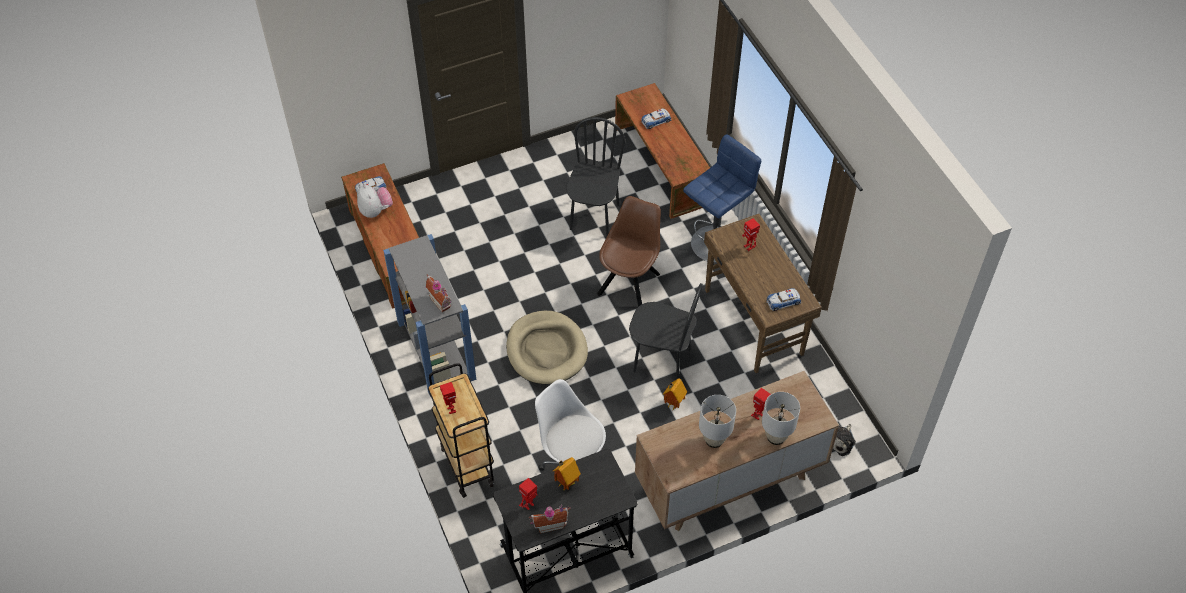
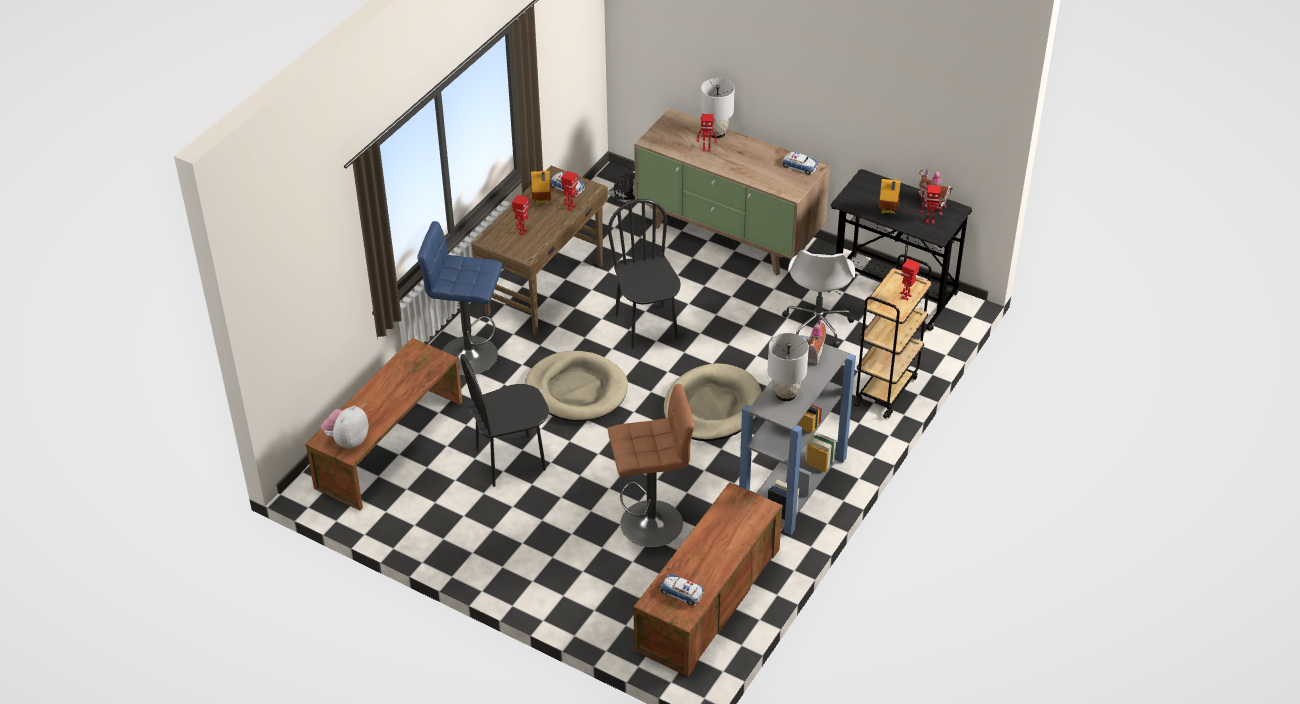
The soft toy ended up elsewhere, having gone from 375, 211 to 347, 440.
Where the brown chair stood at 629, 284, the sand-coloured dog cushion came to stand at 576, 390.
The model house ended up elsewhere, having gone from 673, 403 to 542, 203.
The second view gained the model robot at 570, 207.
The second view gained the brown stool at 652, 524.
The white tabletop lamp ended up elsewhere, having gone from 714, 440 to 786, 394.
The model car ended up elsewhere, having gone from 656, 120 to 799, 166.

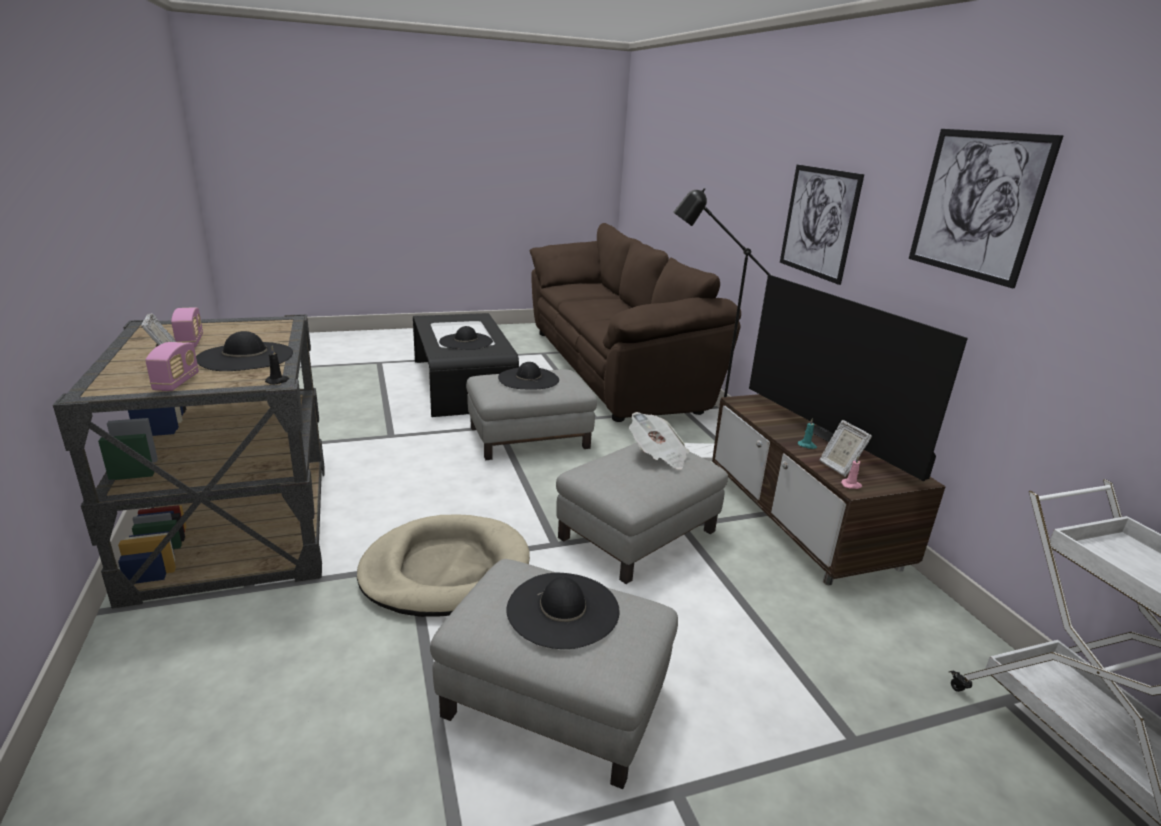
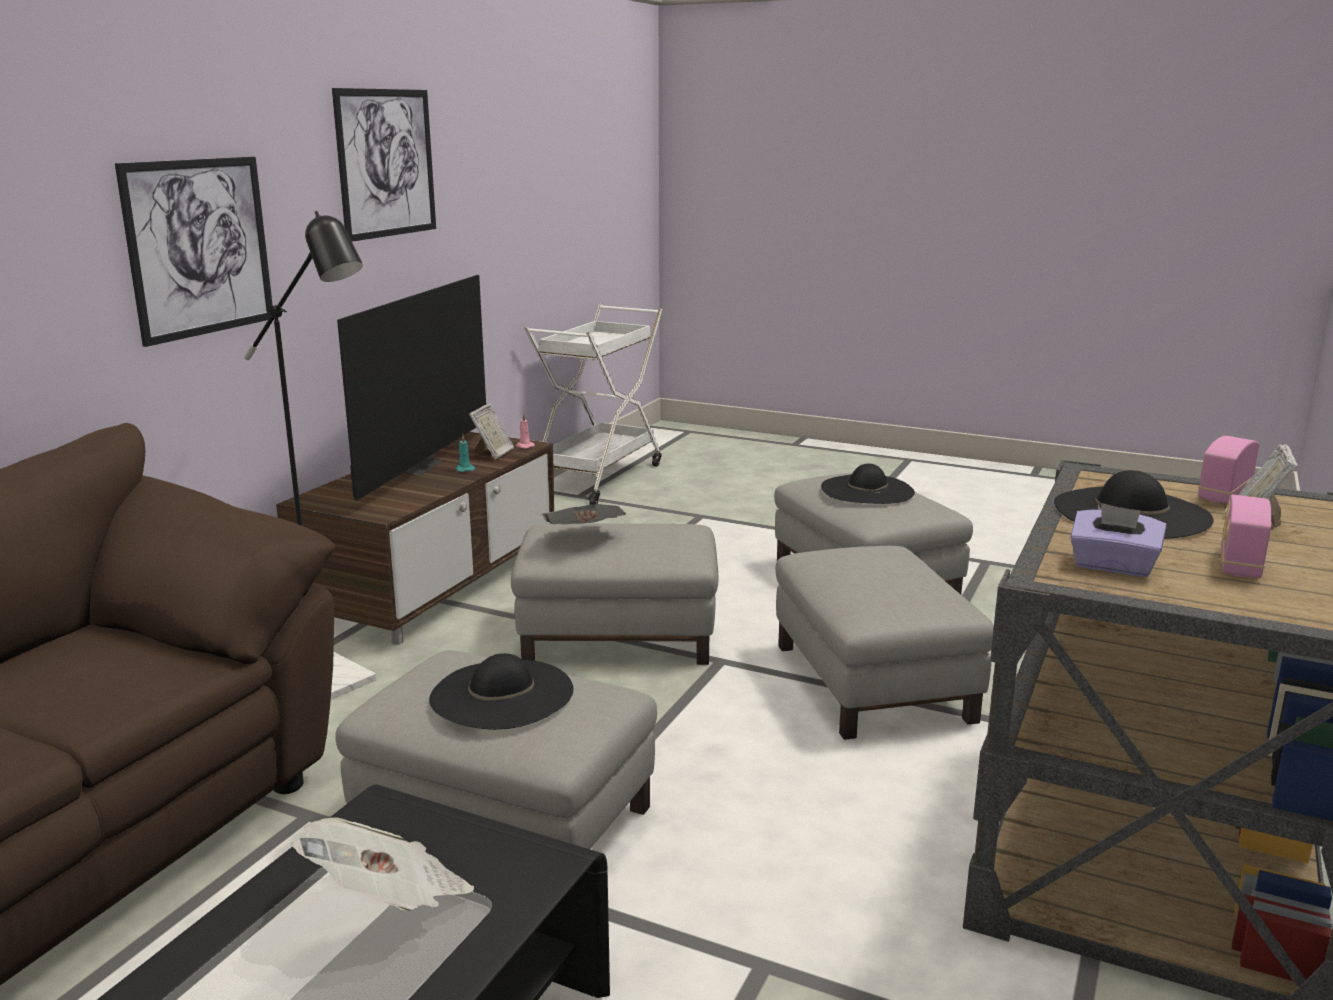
Where the black wearable hat stood at 466, 341, the printed paper came to stand at 389, 900.
Where the sand-coloured dog cushion stood at 445, 570, the gray footrest came to stand at 873, 682.
The second view gained the purplish box of tissues at 1113, 566.
The second view lost the black wax light at 277, 381.

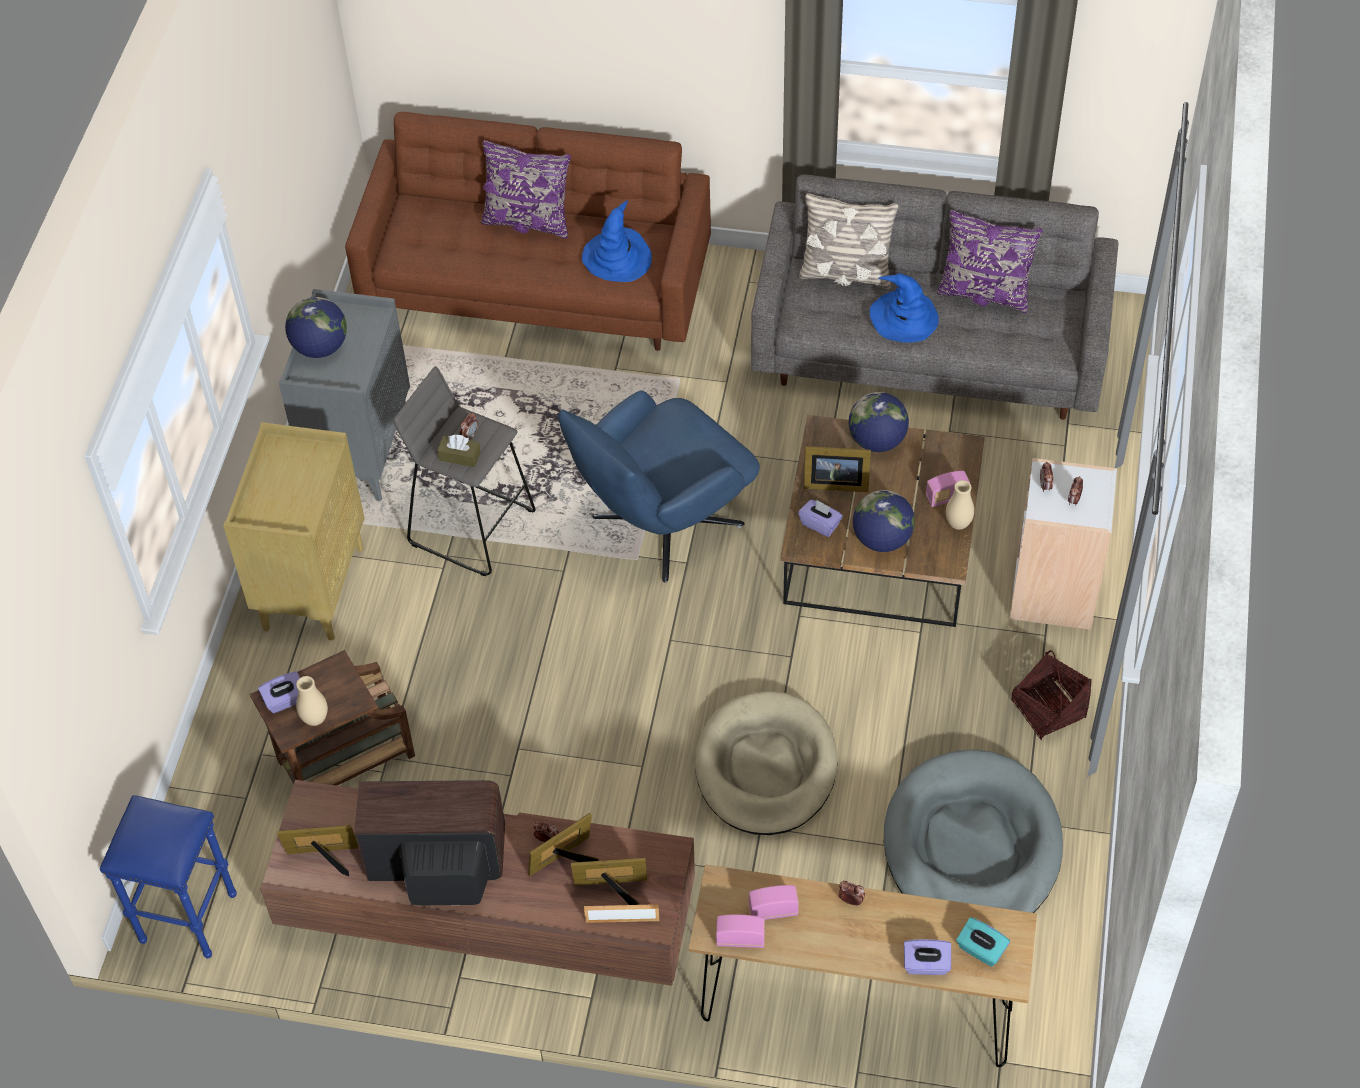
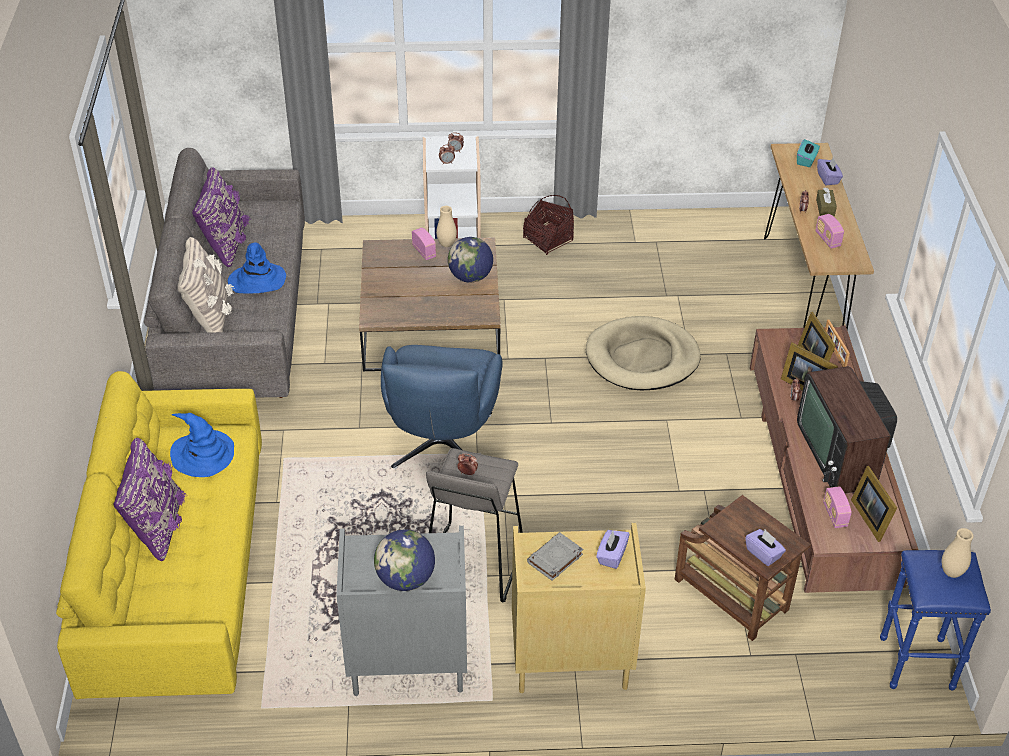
What was the brown couch at 538, 286 turned into the yellow-coloured couch at 178, 575.
The bluish armchair at 664, 524 ended up facing another way, 60 degrees clockwise from before.
The second view gained the gray bound book at 555, 559.
The purplish box of tissues ended up elsewhere, having gone from 820, 524 to 611, 556.
The brown box of tissues ended up elsewhere, having gone from 459, 456 to 825, 207.
The radio receiver ended up elsewhere, having gone from 740, 939 to 835, 515.
The sand-coloured vase ended up elsewhere, having gone from 315, 719 to 951, 572.
The second view lost the standing frame at 834, 482.
The second view lost the globe at 877, 441.
The second view lost the gray dog cushion at 972, 846.

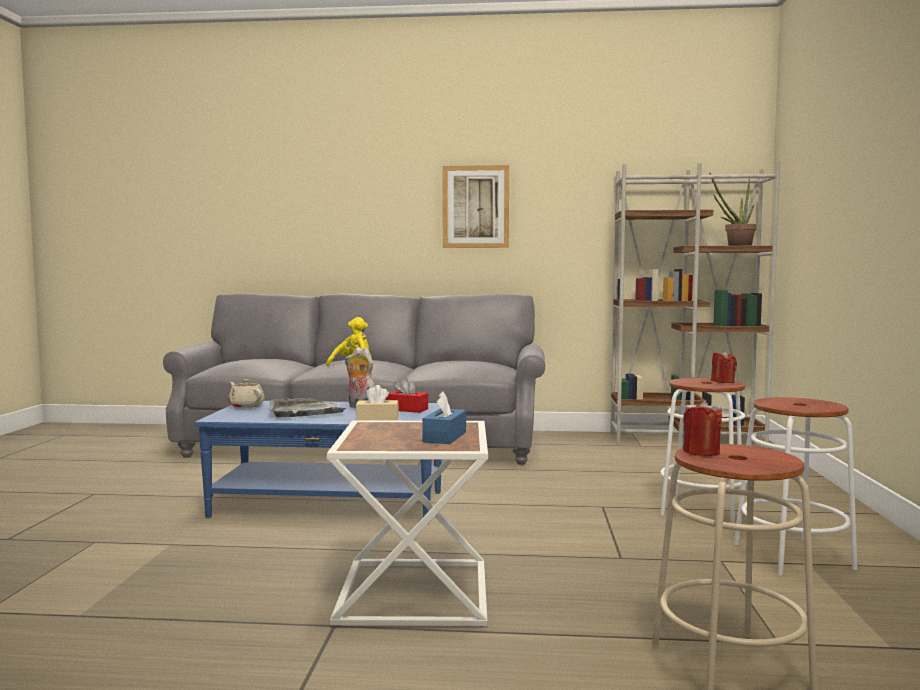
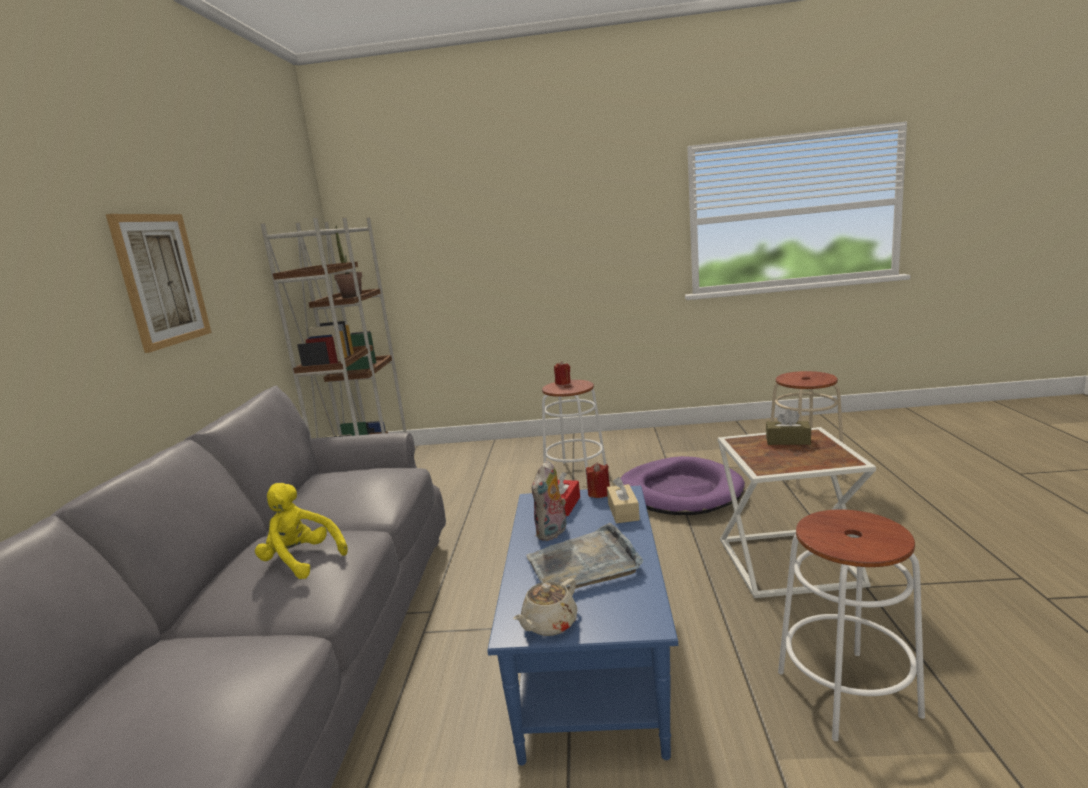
The red-coloured wax light ended up elsewhere, having gone from 701, 452 to 599, 493.
The second view gained the purplish dog cushion at 680, 491.
What was the bluish box of tissues at 444, 437 turned into the brown box of tissues at 788, 441.
The white stool ended up elsewhere, having gone from 792, 556 to 847, 693.

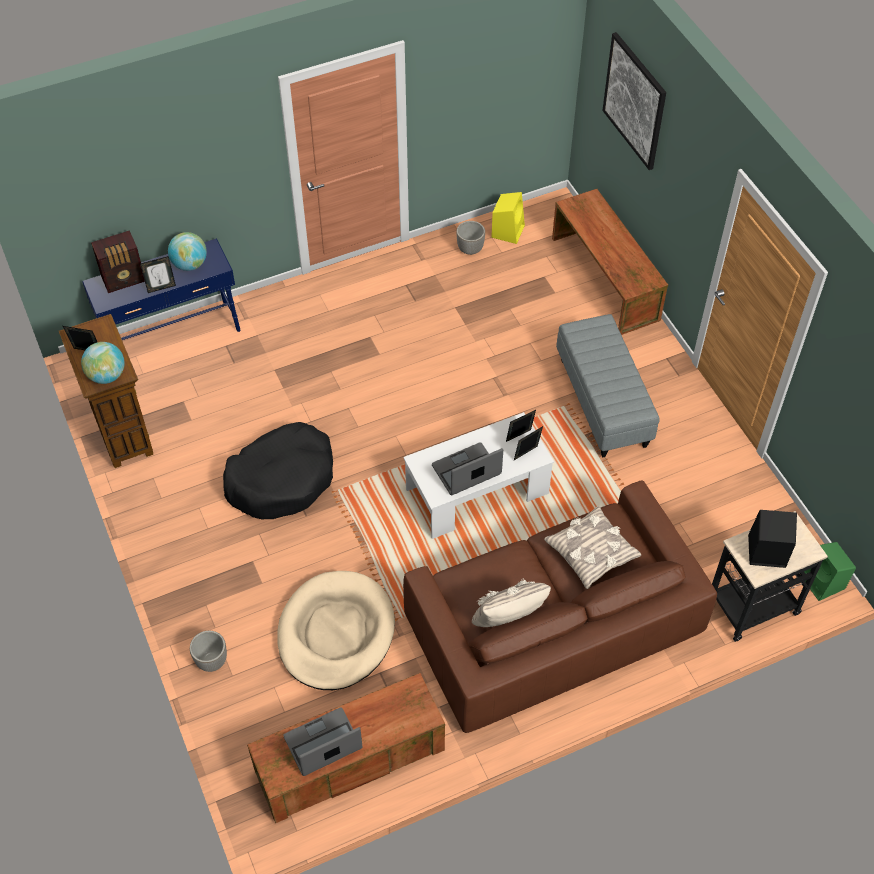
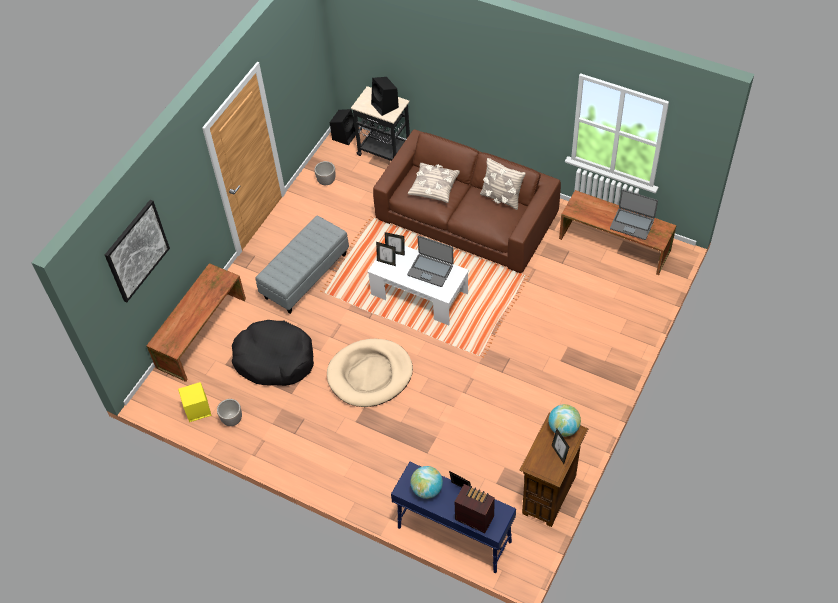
The black dog cushion ended up elsewhere, having gone from 281, 479 to 274, 359.
The plant pot ended up elsewhere, having gone from 212, 661 to 326, 181.
The sand-coloured dog cushion ended up elsewhere, having gone from 336, 633 to 370, 374.
What was the green-coloured audio speaker at 823, 583 turned into the black audio speaker at 344, 135.

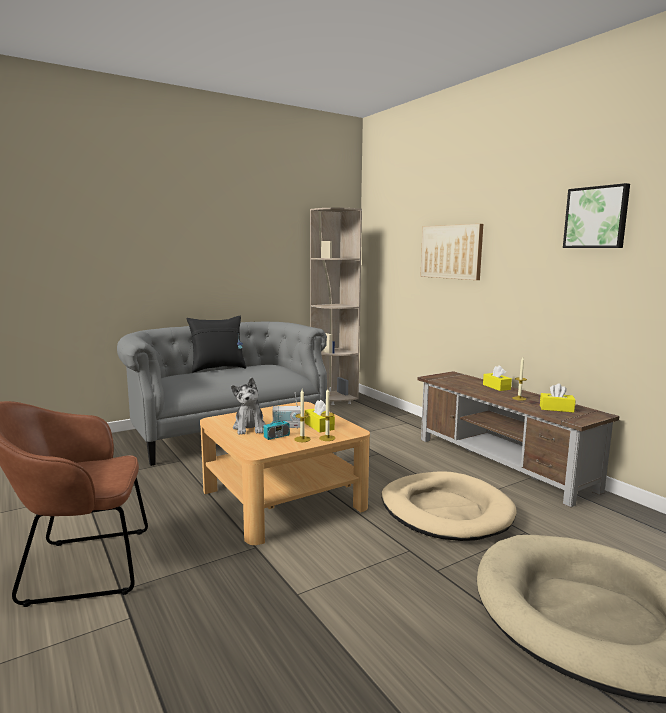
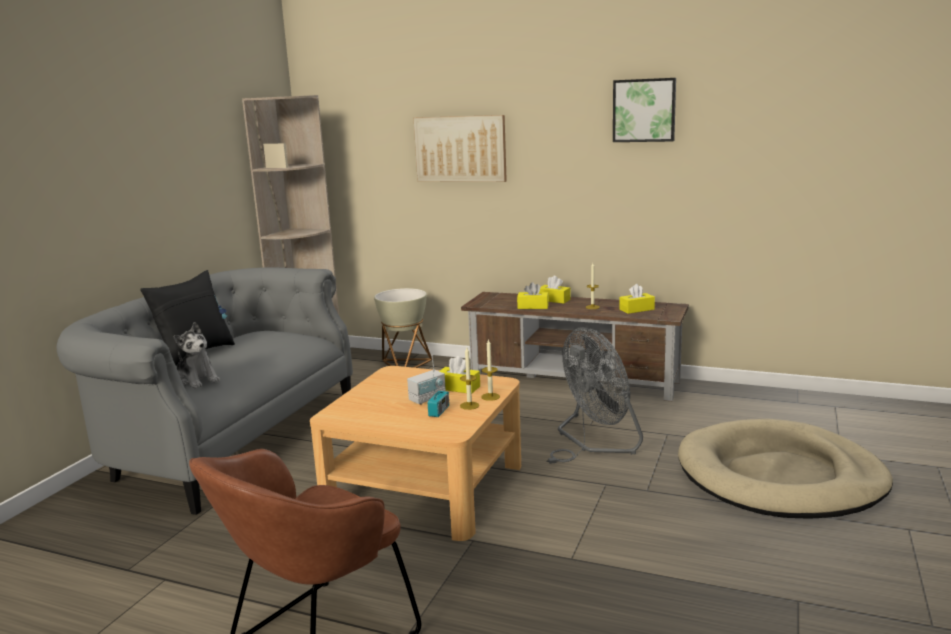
The soft toy ended up elsewhere, having gone from 249, 428 to 197, 380.
The second view gained the plant pot at 405, 365.
The second view gained the yellow-coloured box of tissues at 533, 306.
Where the sand-coloured dog cushion stood at 445, 510, the gray electric fan came to stand at 587, 440.

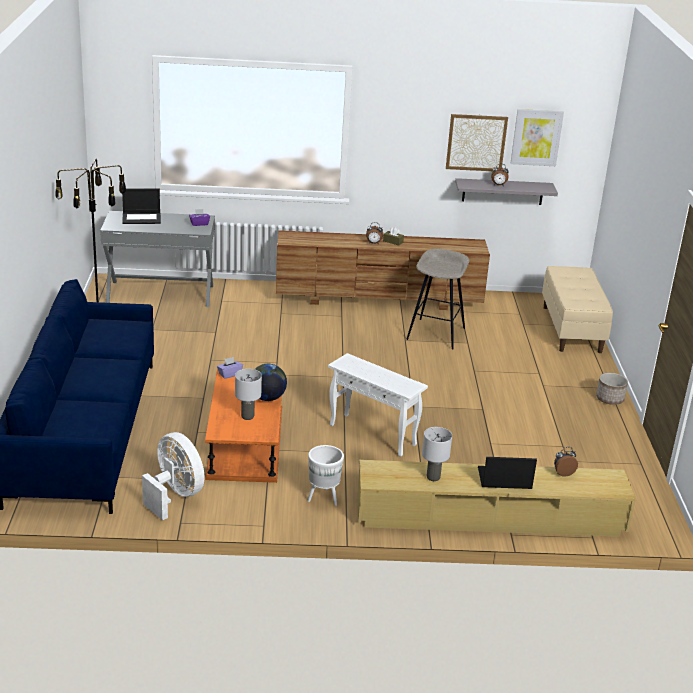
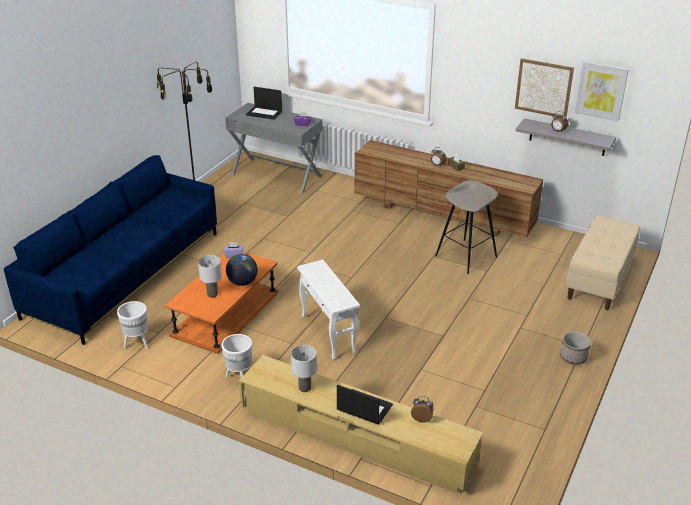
Where the white electric fan stood at 175, 496, the white plant pot came to stand at 137, 343.

